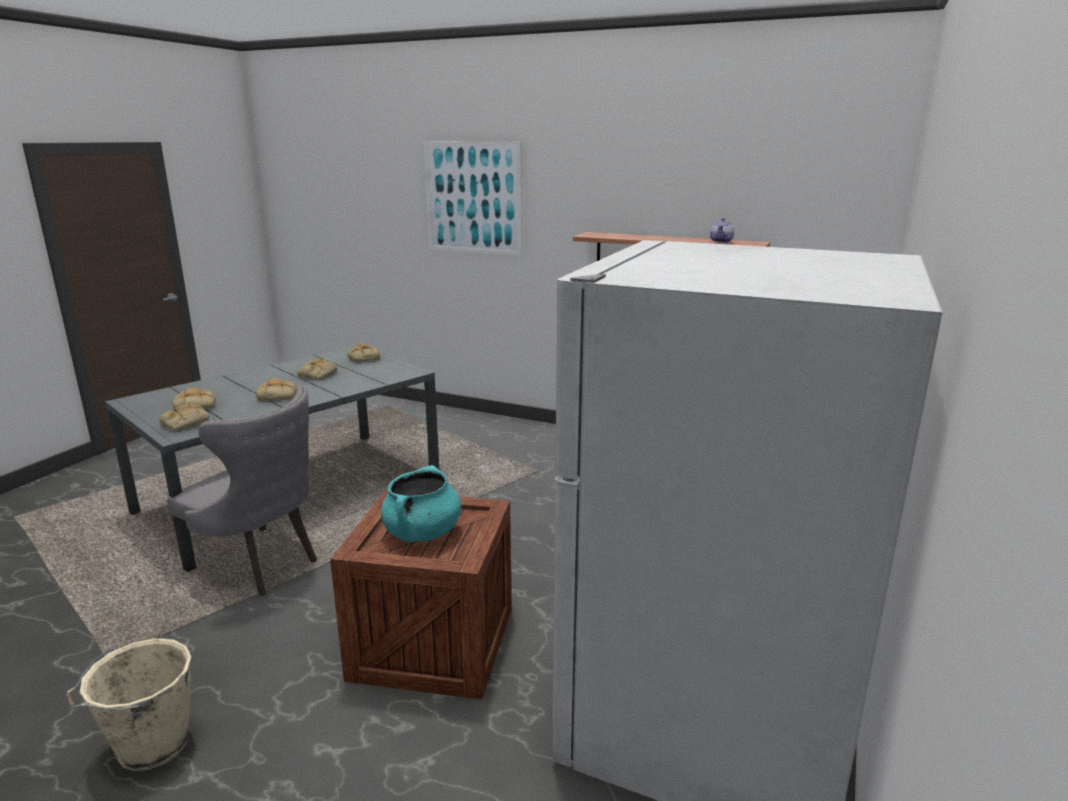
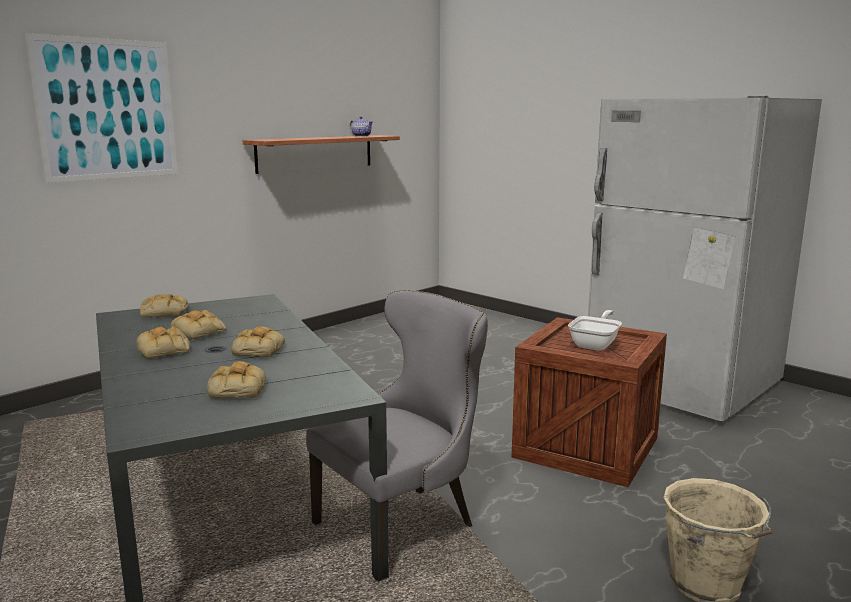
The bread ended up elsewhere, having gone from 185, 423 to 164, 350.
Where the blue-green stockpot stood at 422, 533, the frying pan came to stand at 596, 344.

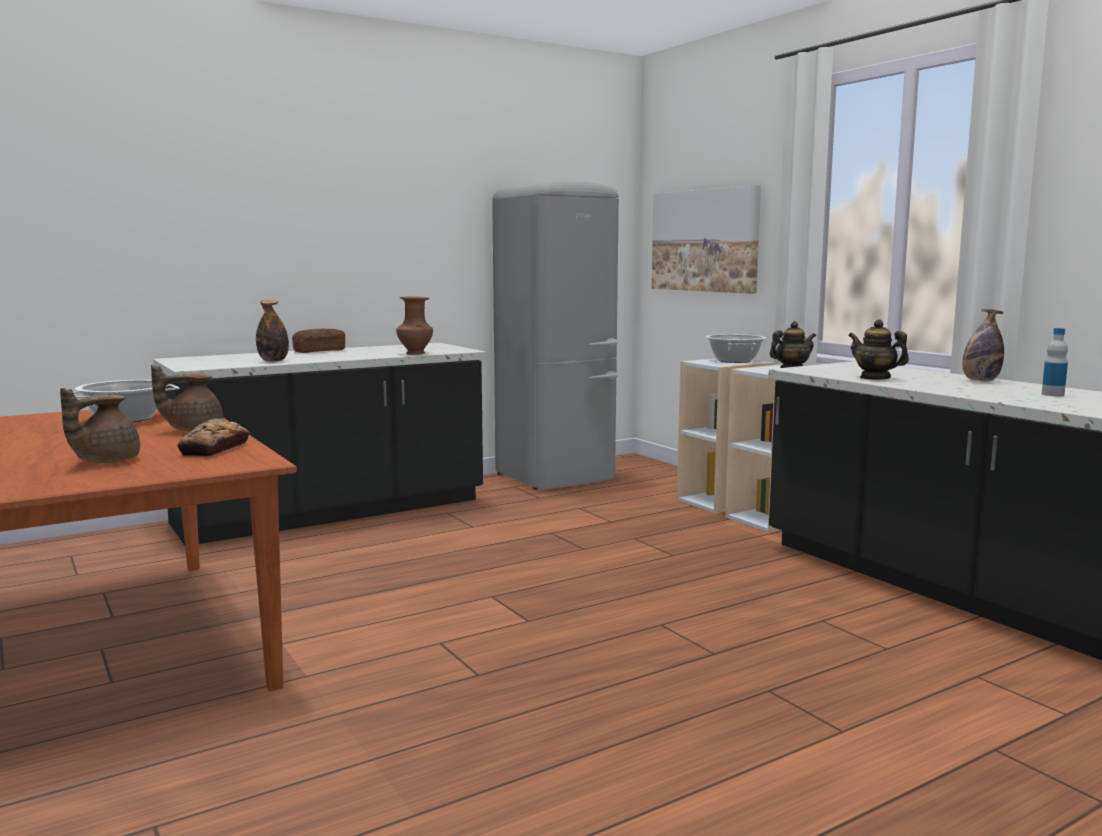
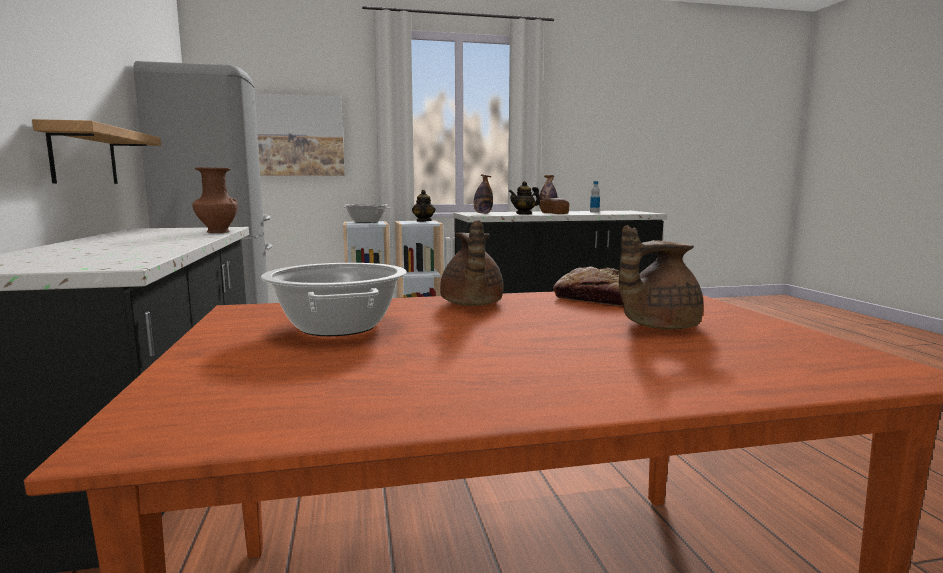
The second view gained the bracket shelf at 84, 156.
The beverage bottle ended up elsewhere, having gone from 273, 361 to 483, 213.
The bread ended up elsewhere, having gone from 319, 351 to 554, 213.
The brown tea pot at 105, 461 ended up facing another way, 105 degrees clockwise from before.

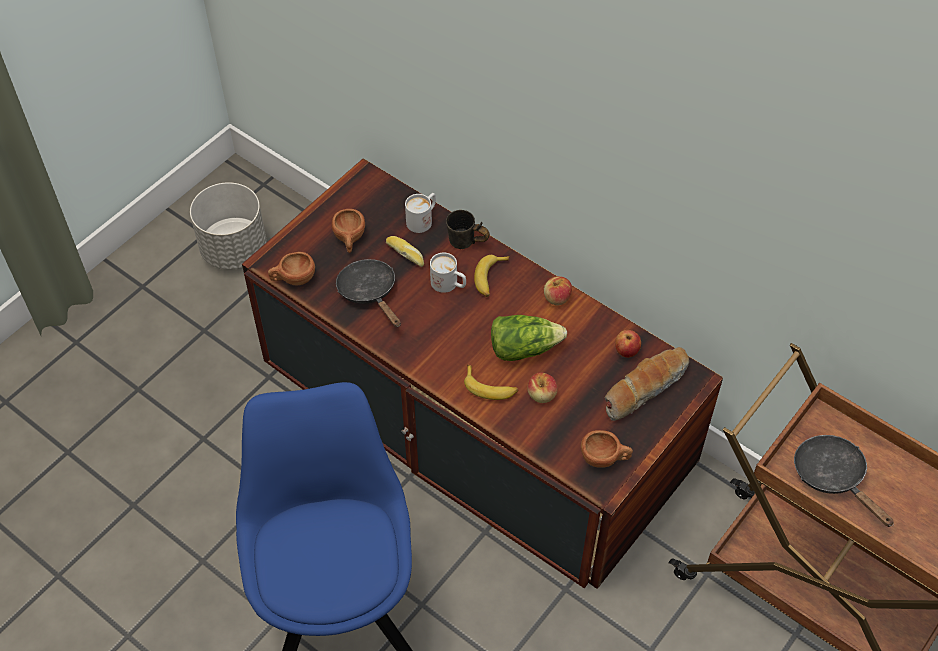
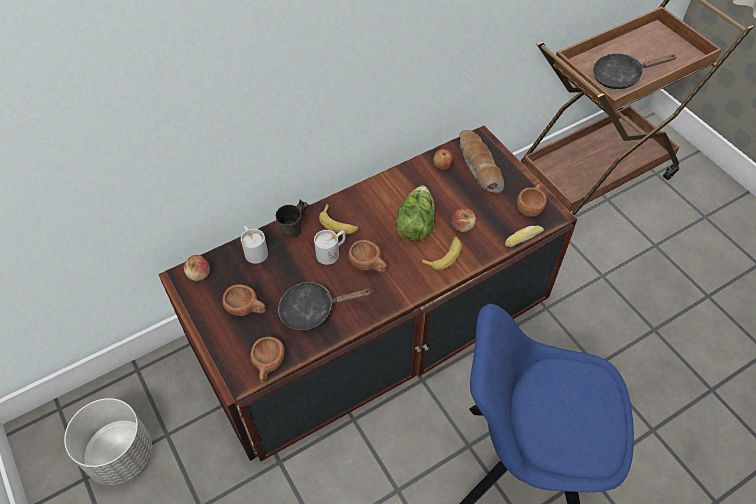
The whole apple ended up elsewhere, having gone from 557, 298 to 199, 274.
The second view gained the brown drinking cup at 368, 265.
The bread ended up elsewhere, having gone from 406, 254 to 523, 238.

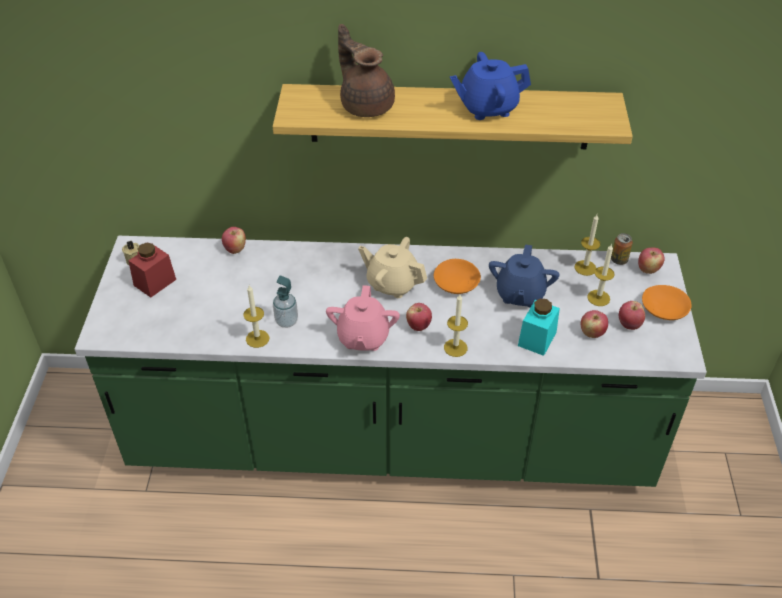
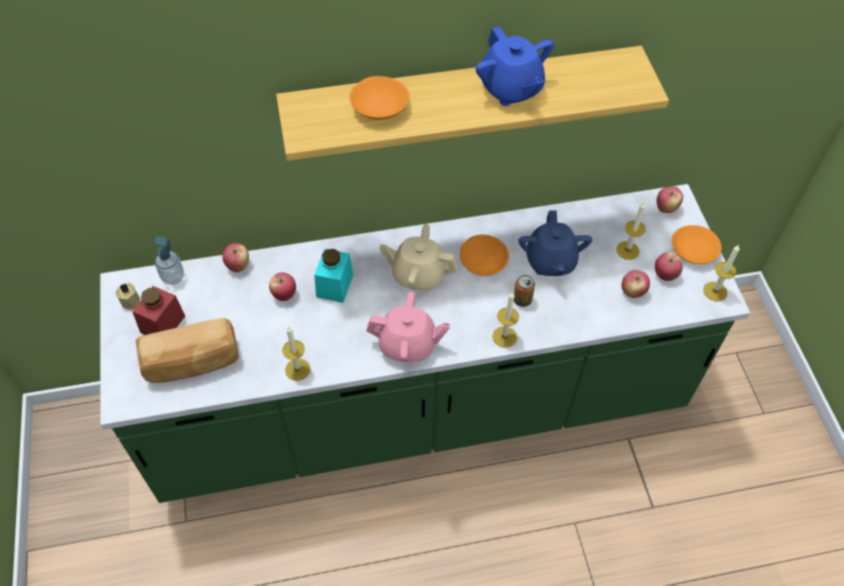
The second view gained the bread at 192, 362.
The soap bottle ended up elsewhere, having gone from 286, 321 to 173, 277.
The whole apple ended up elsewhere, having gone from 418, 326 to 284, 294.
The blue-green jar ended up elsewhere, having gone from 537, 339 to 334, 285.
Where the brown tea pot stood at 366, 104, the orange-coloured serving bowl came to stand at 379, 107.
The pink-coloured tea pot at 363, 338 ended up facing another way, 75 degrees counterclockwise from before.
The bluish tea pot at 487, 108 ended up facing another way, 90 degrees counterclockwise from before.
The can ended up elsewhere, having gone from 619, 260 to 522, 300.
The wax light ended up elsewhere, having gone from 585, 268 to 715, 291.

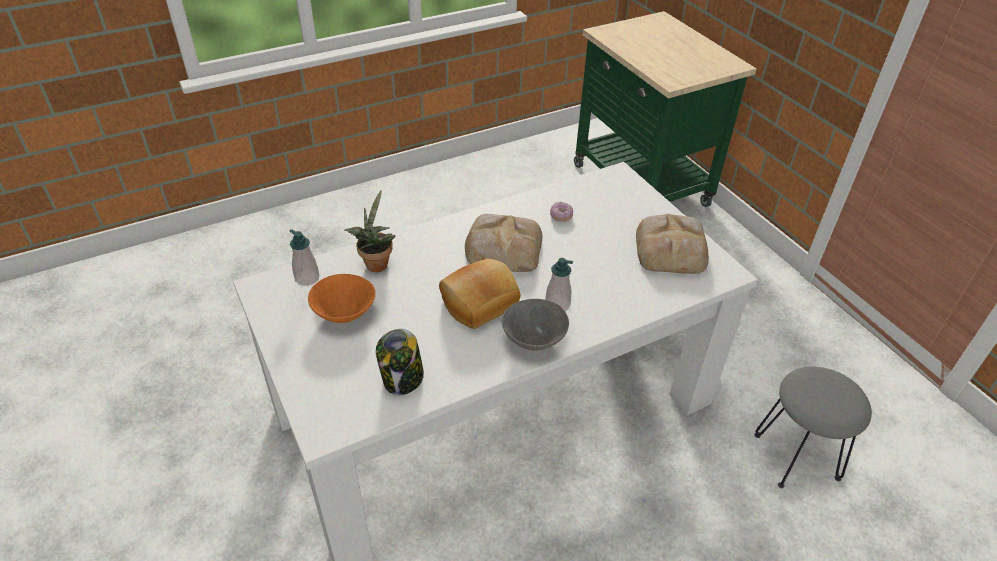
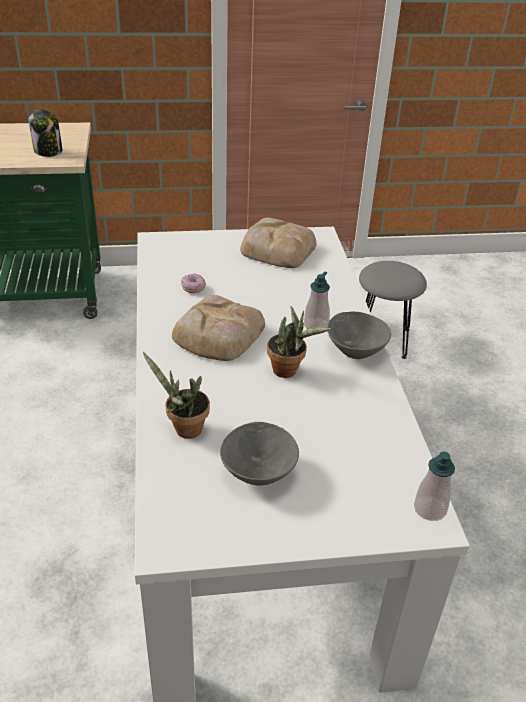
The jar ended up elsewhere, having gone from 402, 379 to 48, 151.
What was the orange-coloured serving bowl at 345, 314 turned into the gray serving bowl at 259, 472.
Where the bread stood at 478, 302, the potted plant came to stand at 288, 370.
The soap bottle ended up elsewhere, having gone from 307, 278 to 429, 509.

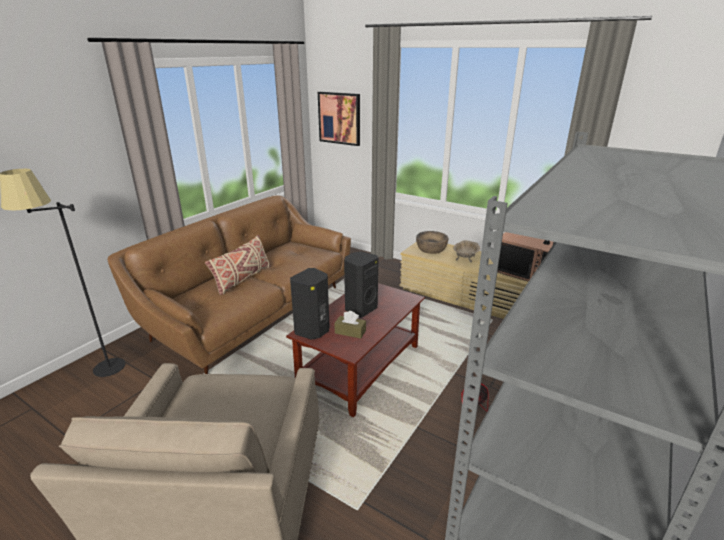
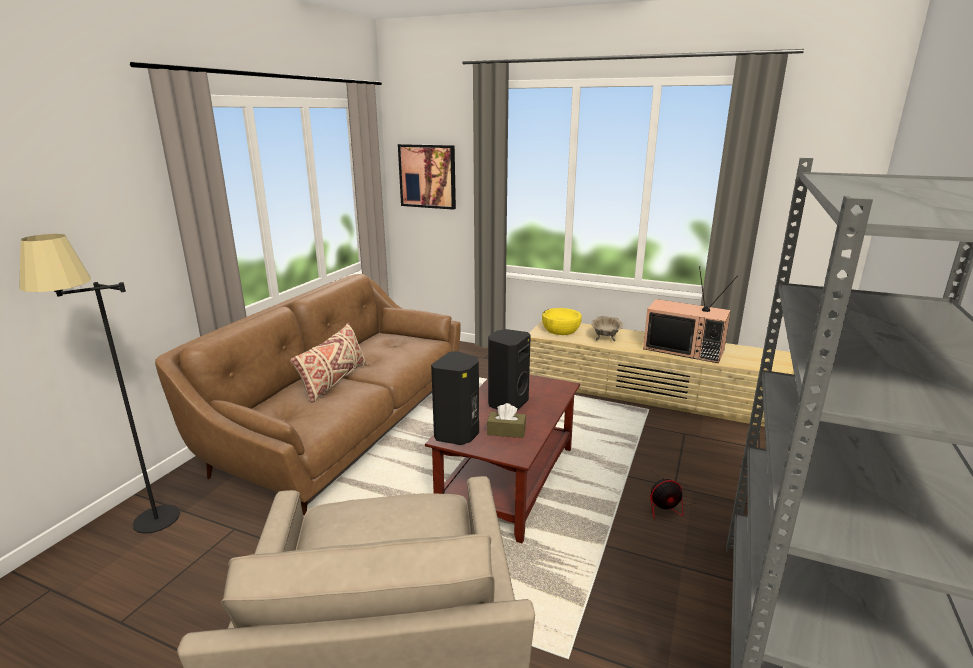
What was the brown serving bowl at 431, 249 turned into the yellow-coloured serving bowl at 560, 330.

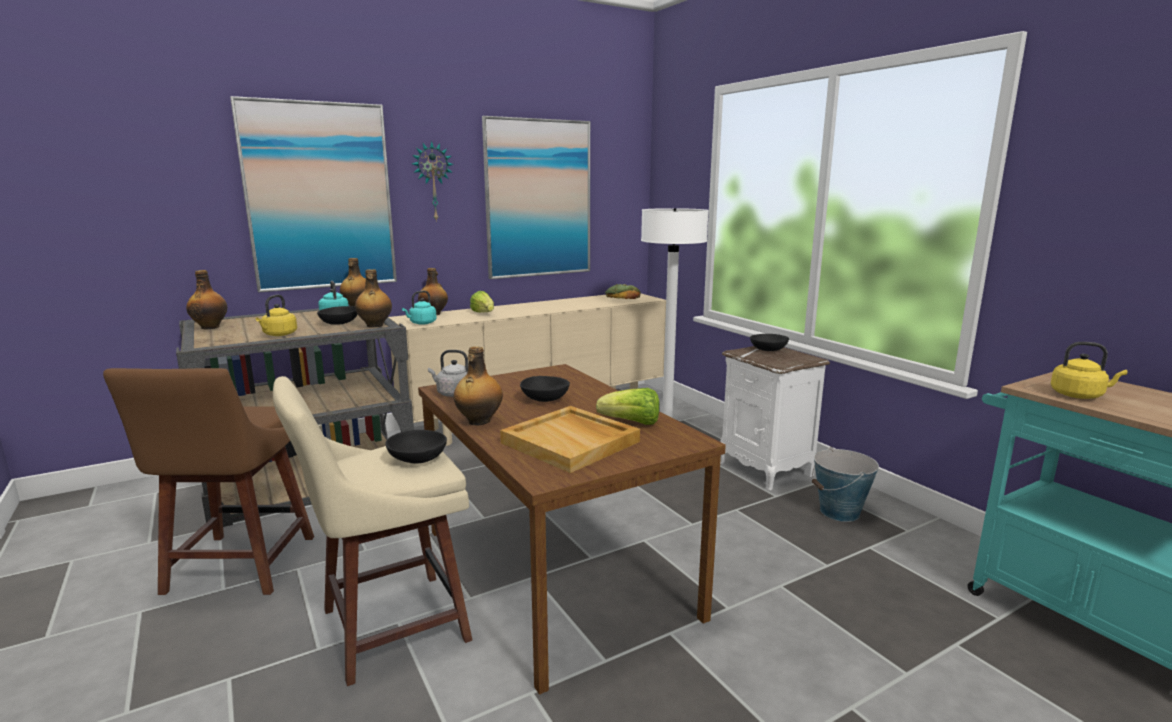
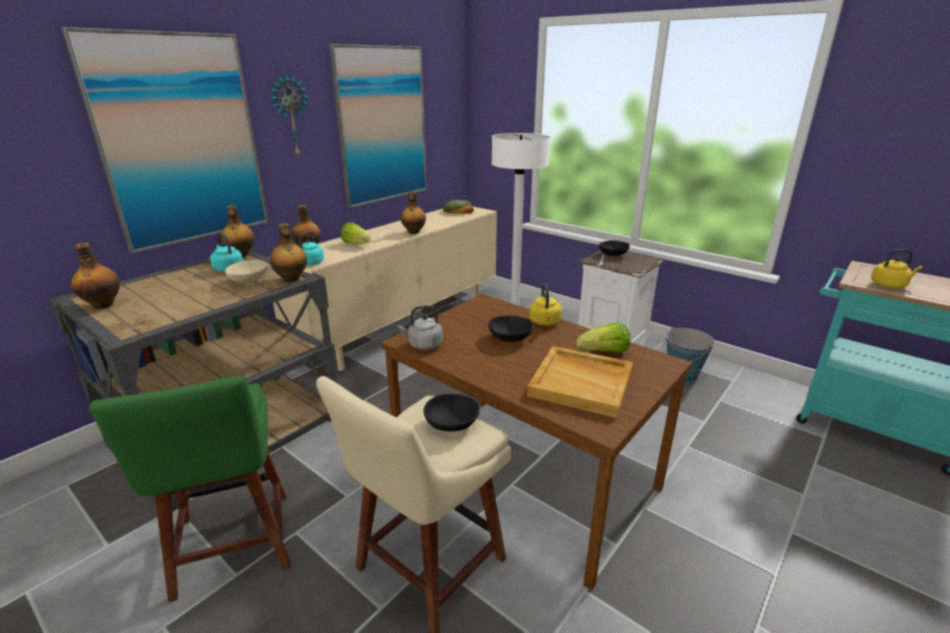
What was the brown stool at 237, 567 turned into the green-coloured stool at 232, 548.
What was the black serving bowl at 340, 324 turned into the sand-coloured serving bowl at 249, 280.
The beverage bottle ended up elsewhere, having gone from 478, 421 to 413, 232.
The yellow-coloured tea kettle ended up elsewhere, having gone from 279, 335 to 545, 322.

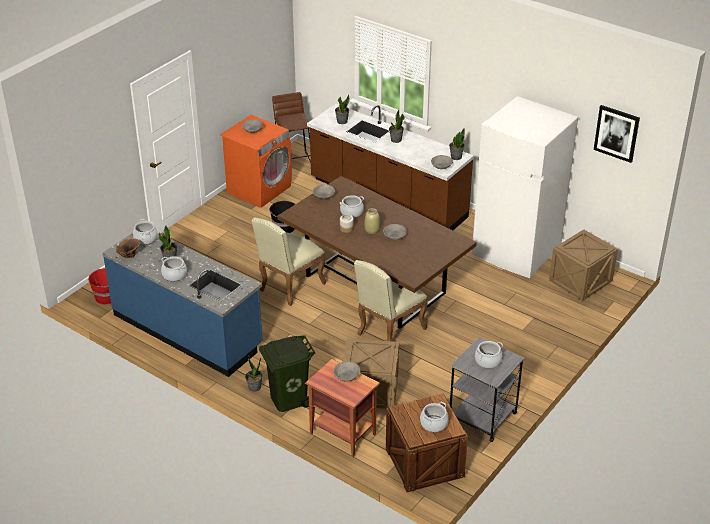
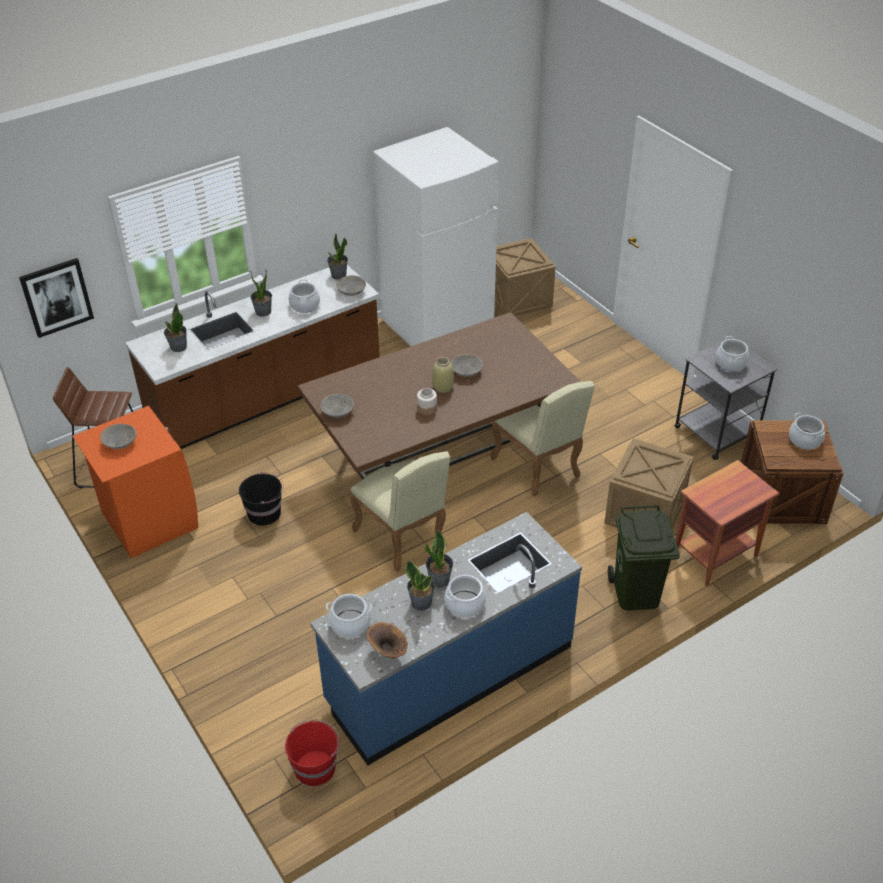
The wall art ended up elsewhere, having gone from 616, 133 to 57, 297.
The stockpot ended up elsewhere, having gone from 351, 212 to 304, 305.
The potted plant ended up elsewhere, having gone from 254, 387 to 439, 580.
The second view lost the gray serving bowl at 346, 376.

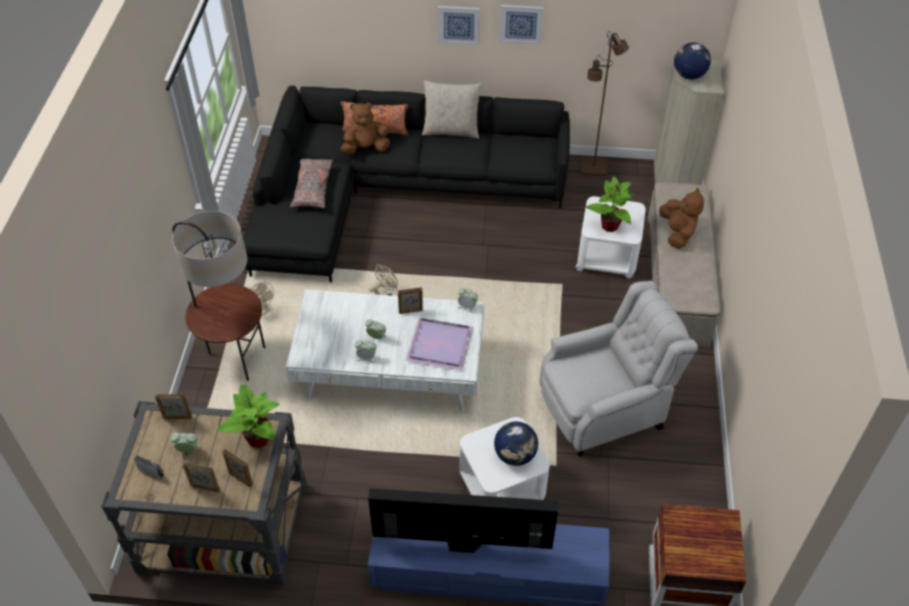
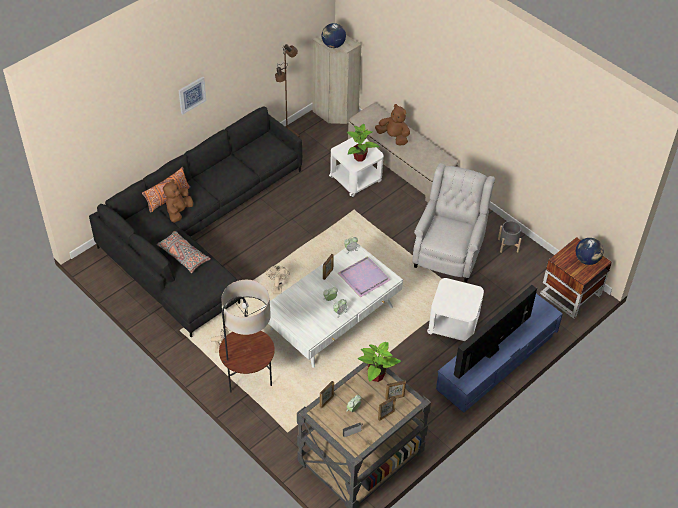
The second view gained the gray plant pot at 508, 245.
The globe ended up elsewhere, having gone from 515, 455 to 587, 260.
The second view lost the sand-coloured throw pillow at 451, 130.
The second view lost the wall art at 521, 23.

